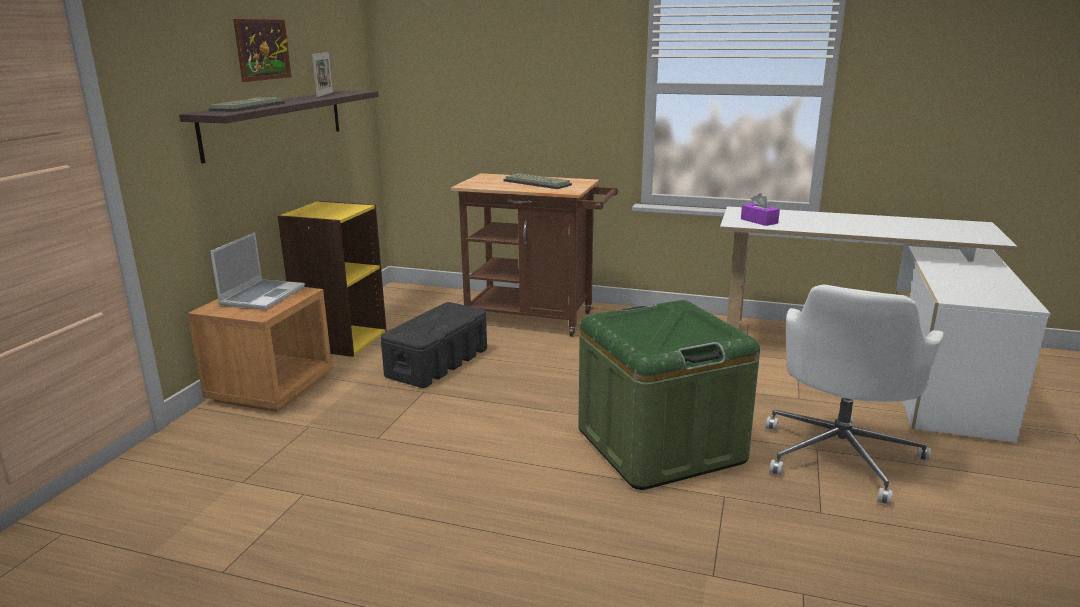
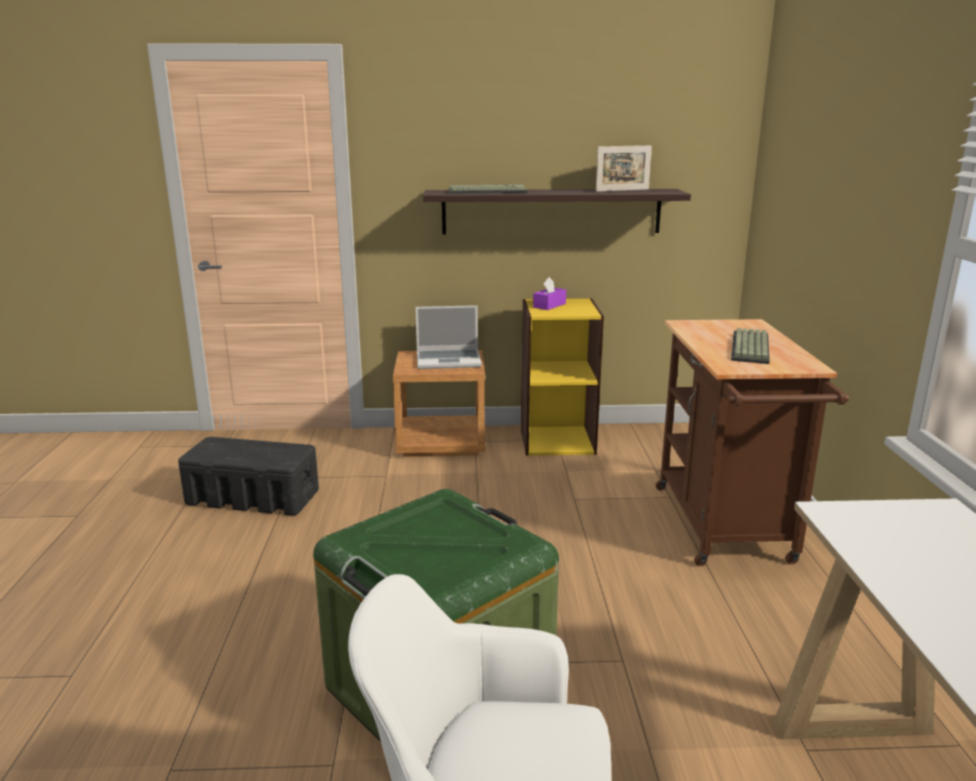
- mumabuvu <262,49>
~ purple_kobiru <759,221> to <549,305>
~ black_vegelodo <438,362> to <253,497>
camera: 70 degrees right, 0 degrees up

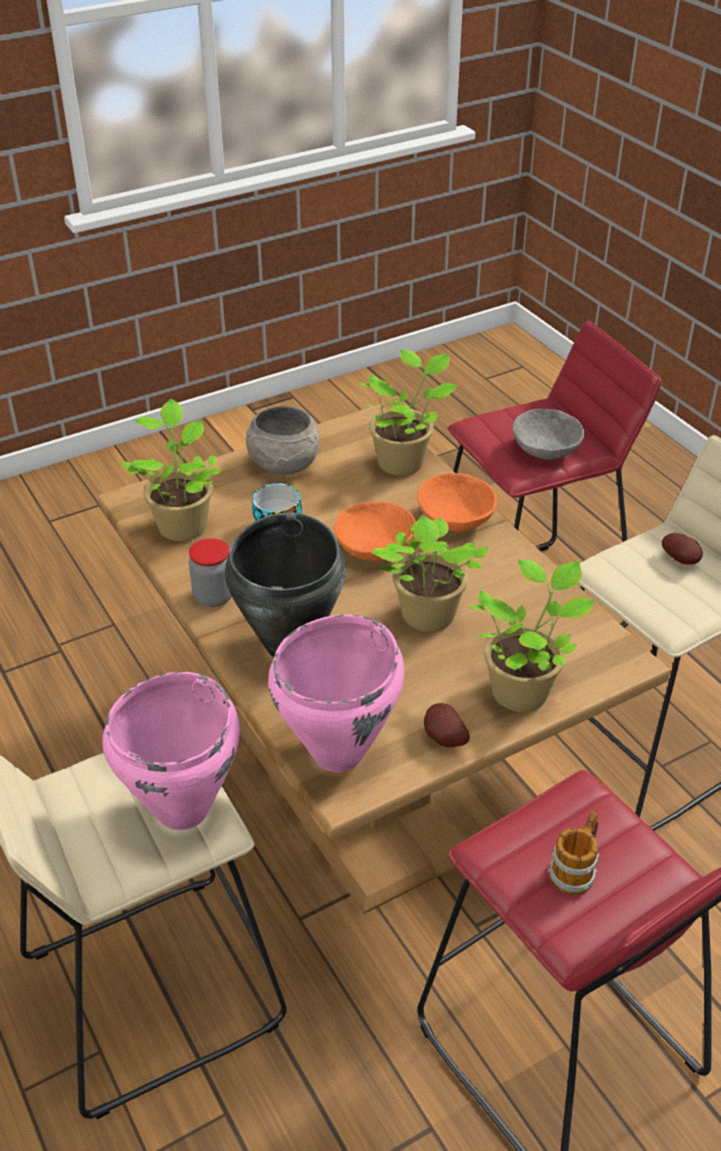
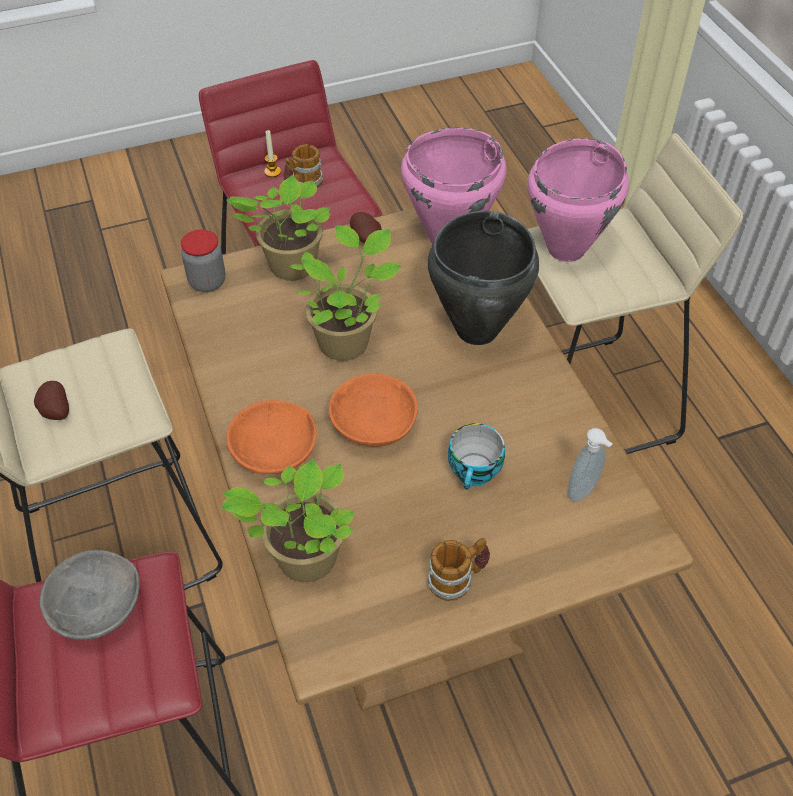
~ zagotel <182,524> to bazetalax <584,492>
~ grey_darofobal <283,464> to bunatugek <458,579>
~ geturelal <214,596> to <207,282>
+ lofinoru <272,172>
camera: 170 degrees left, 10 degrees up

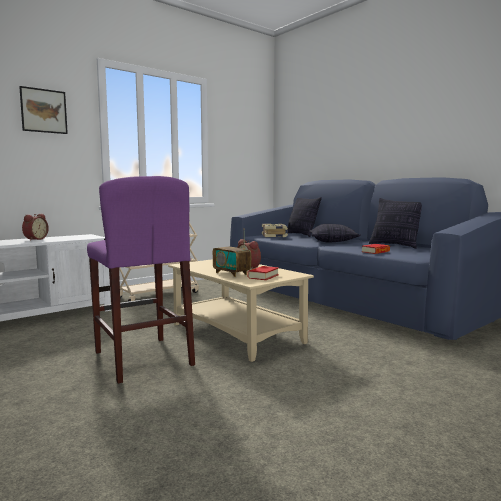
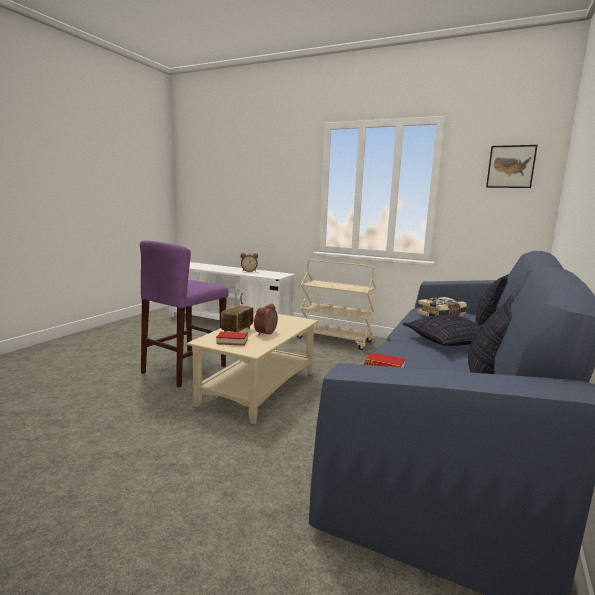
~ mumabuvu <44,111> to <511,166>
camera: 65 degrees right, 5 degrees up

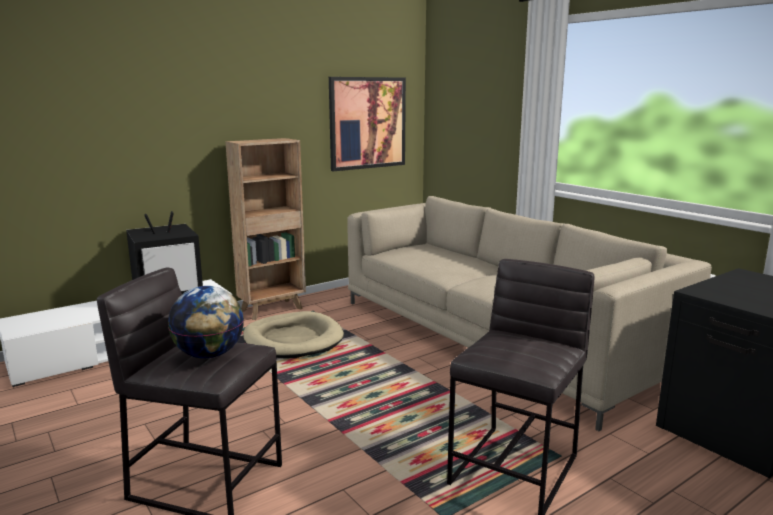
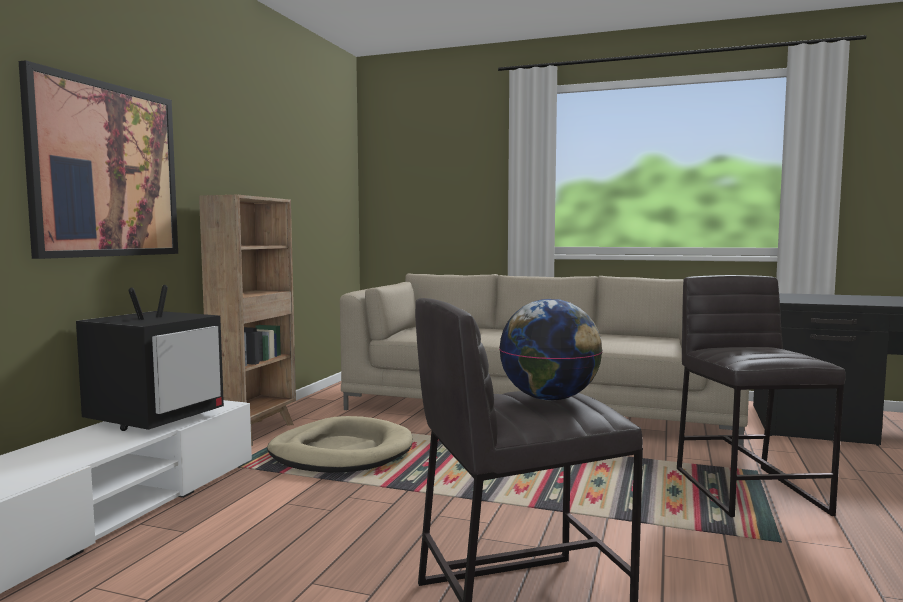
~ mumabuvu <367,123> to <106,170>
camera: 35 degrees left, 10 degrees down

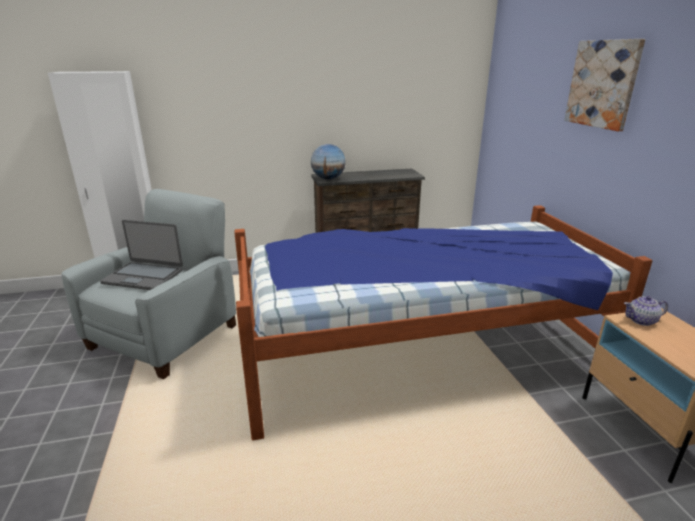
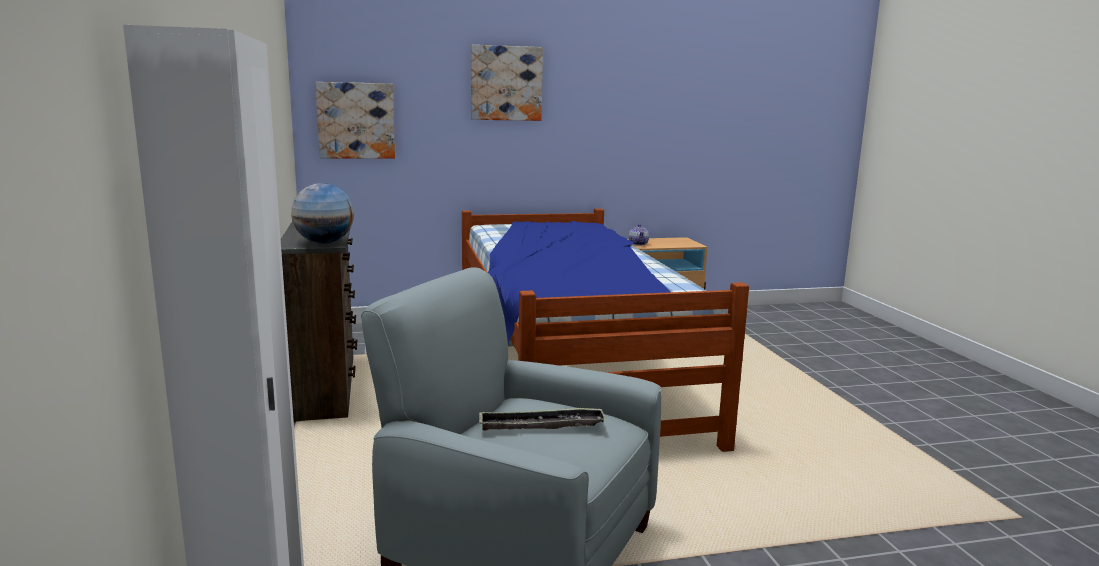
~ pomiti <144,276> to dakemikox <541,425>
+ mumabuvu <356,120>
camera: 90 degrees left, 10 degrees down

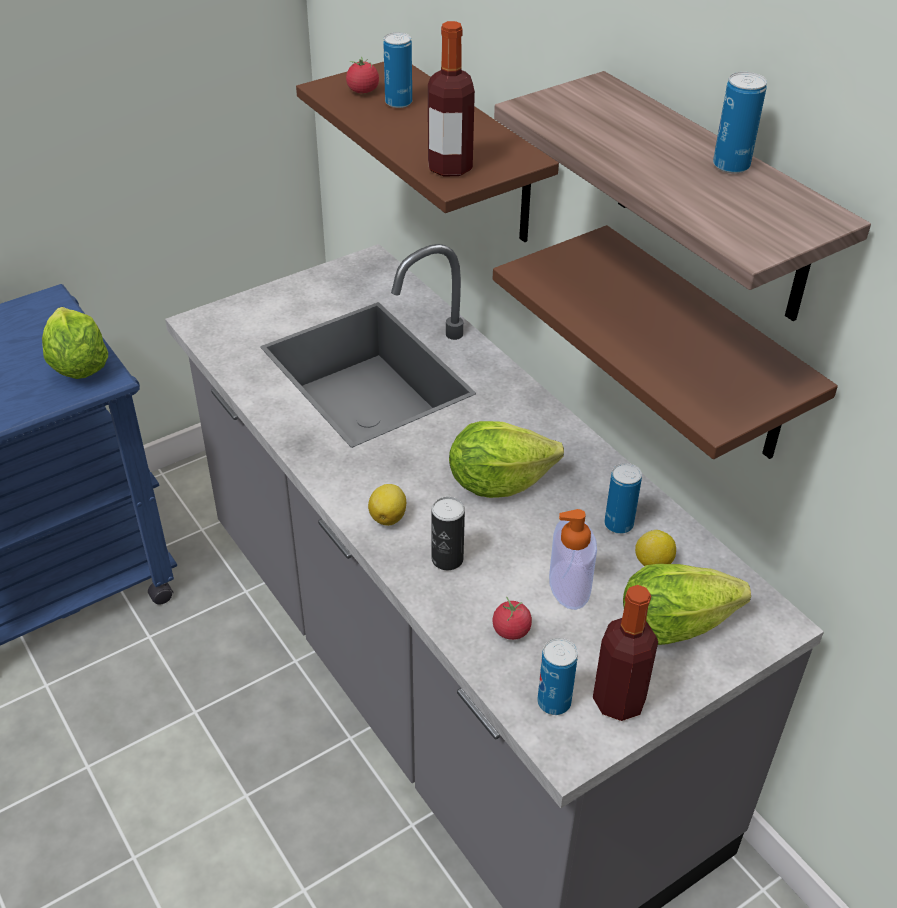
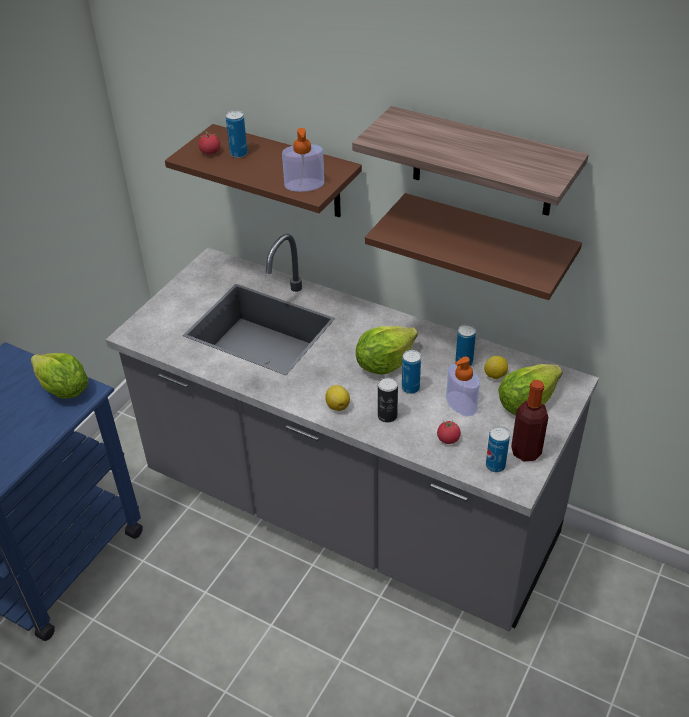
~ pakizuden <450,167> to bazetalax <304,185>
~ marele <731,166> to <410,388>
camera: 25 degrees left, 0 degrees up

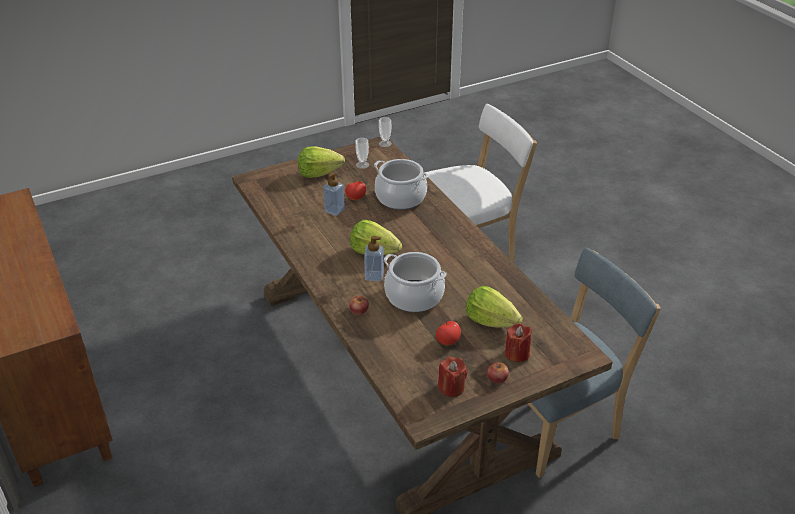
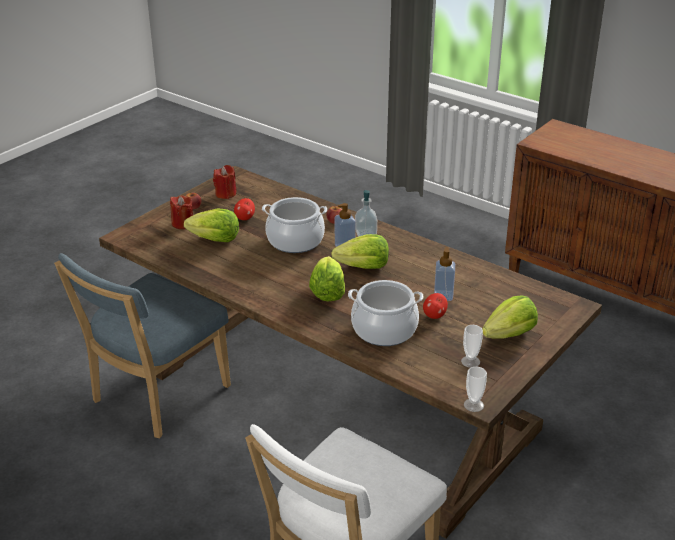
+ bazetalax <365,233>
+ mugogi <327,292>
camera: 155 degrees right, 5 degrees down

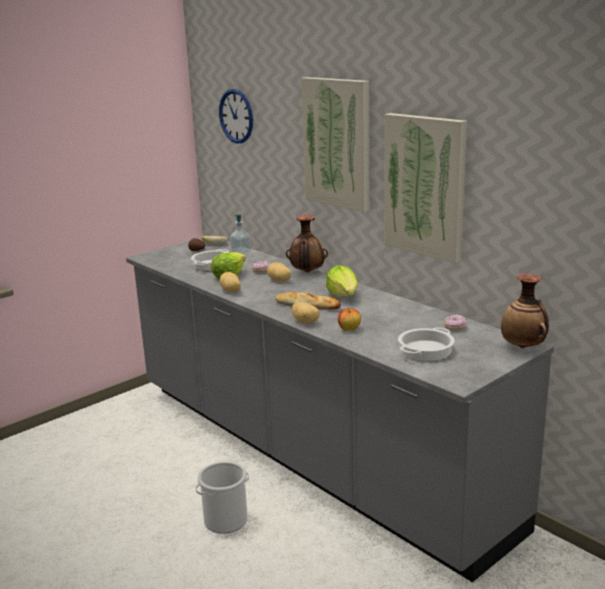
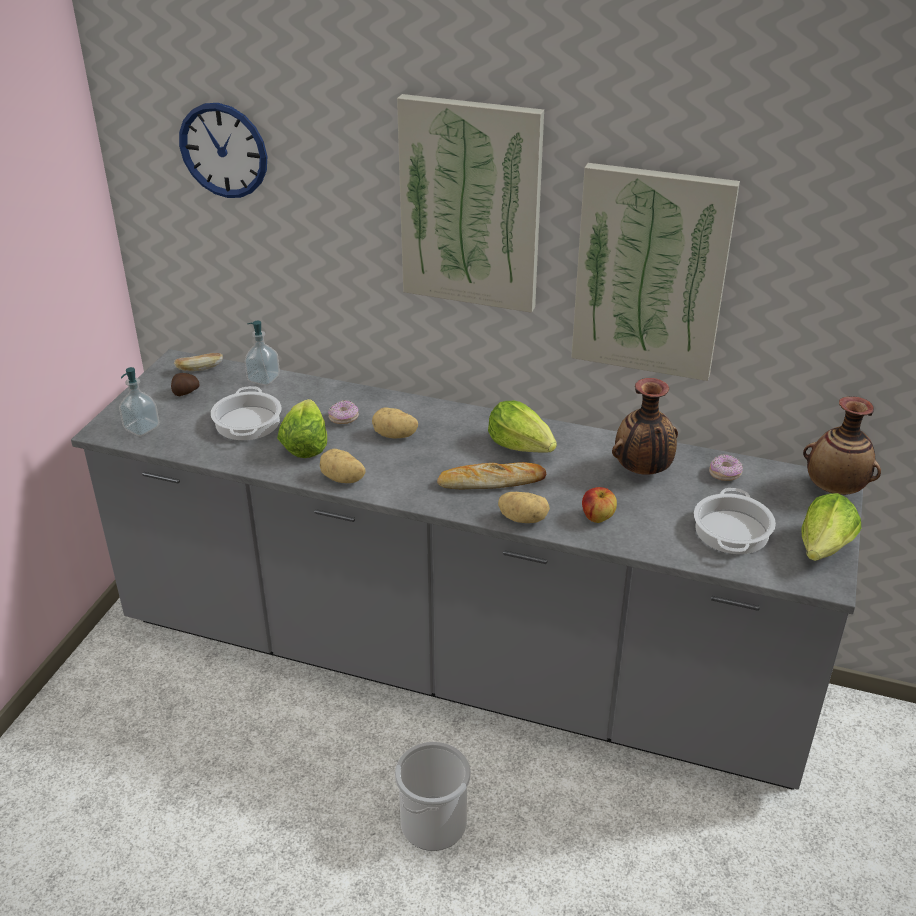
~ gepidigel <307,272> to <642,470>
+ bazetalax <142,428>
+ mugogi <824,547>
camera: 30 degrees left, 15 degrees up

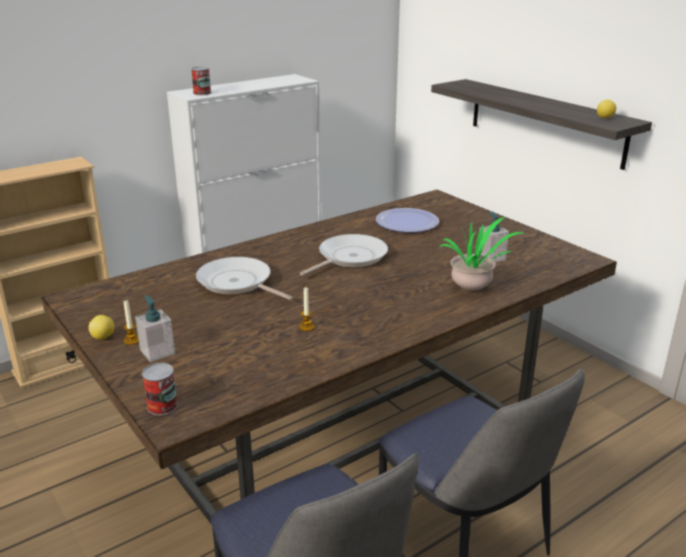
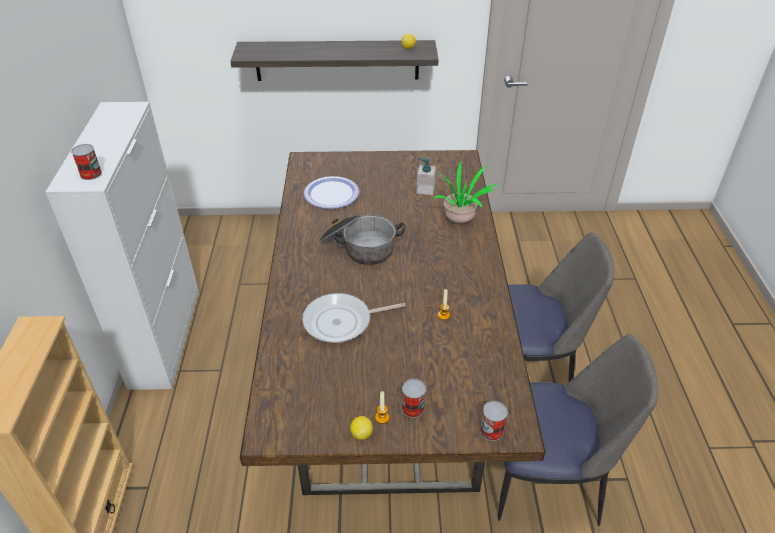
~ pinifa <349,257> to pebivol <359,248>
~ bazetalax <157,352> to marele <413,408>
camera: 55 degrees left, 15 degrees up

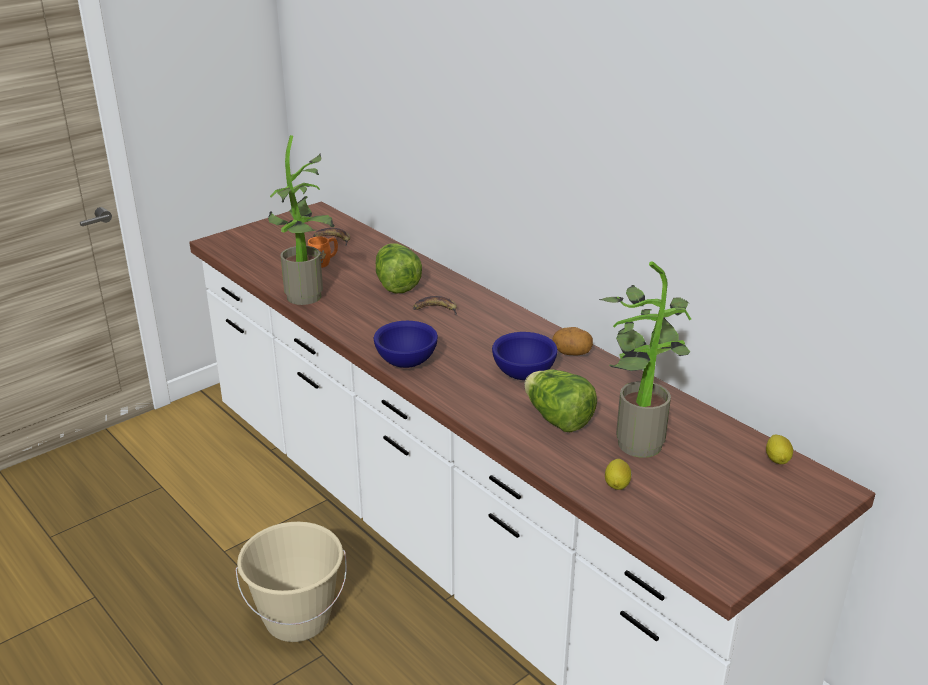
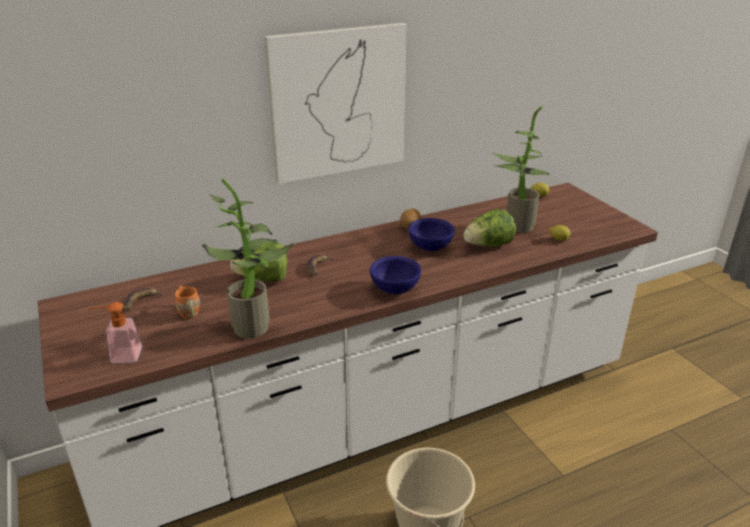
+ mumabuvu <338,102>
+ bazetalax <120,356>
camera: 75 degrees left, 0 degrees up

